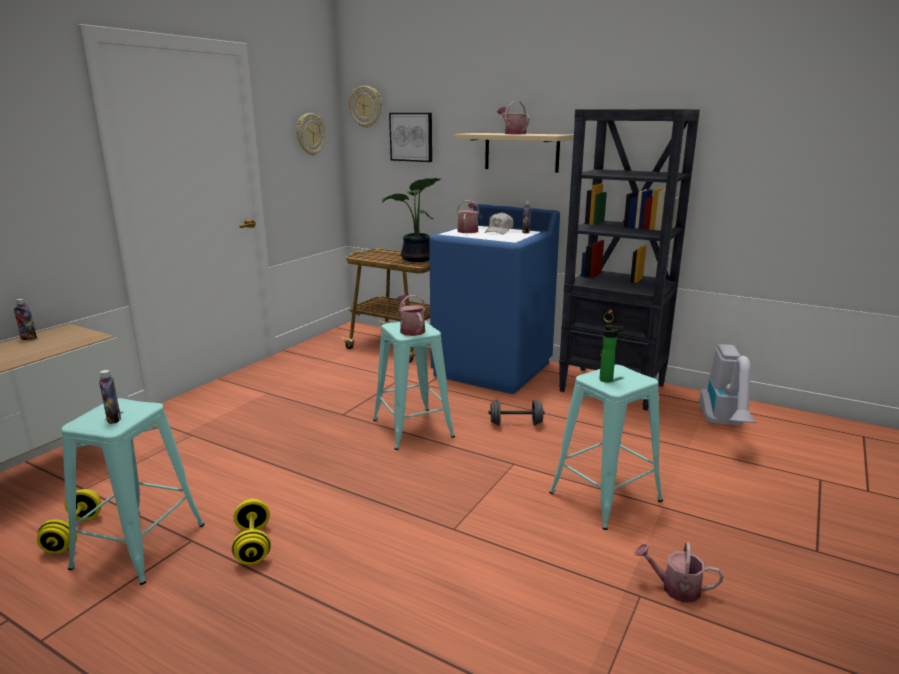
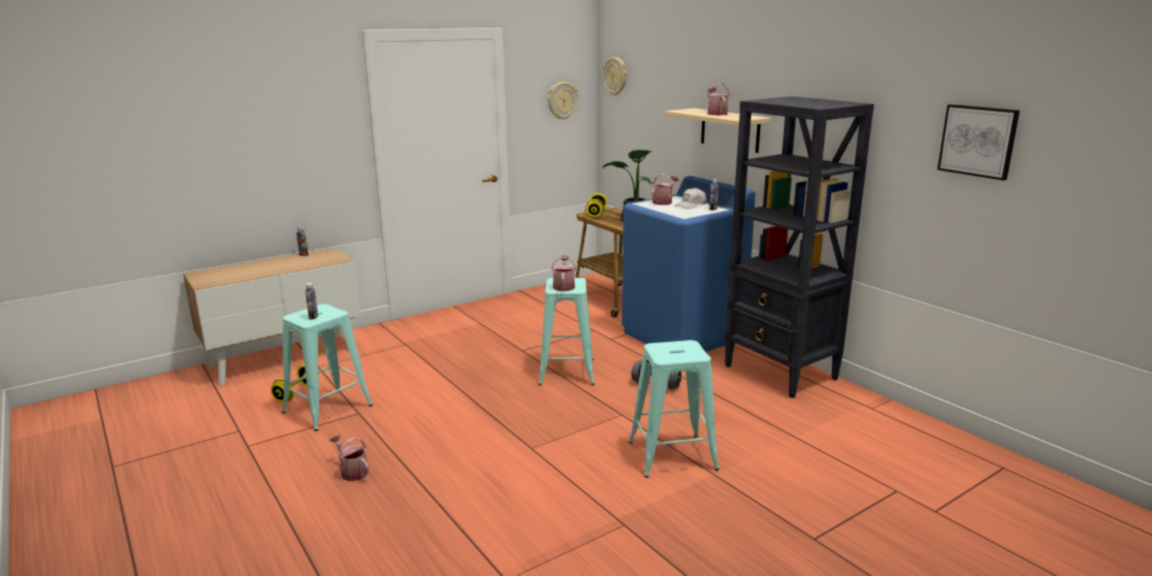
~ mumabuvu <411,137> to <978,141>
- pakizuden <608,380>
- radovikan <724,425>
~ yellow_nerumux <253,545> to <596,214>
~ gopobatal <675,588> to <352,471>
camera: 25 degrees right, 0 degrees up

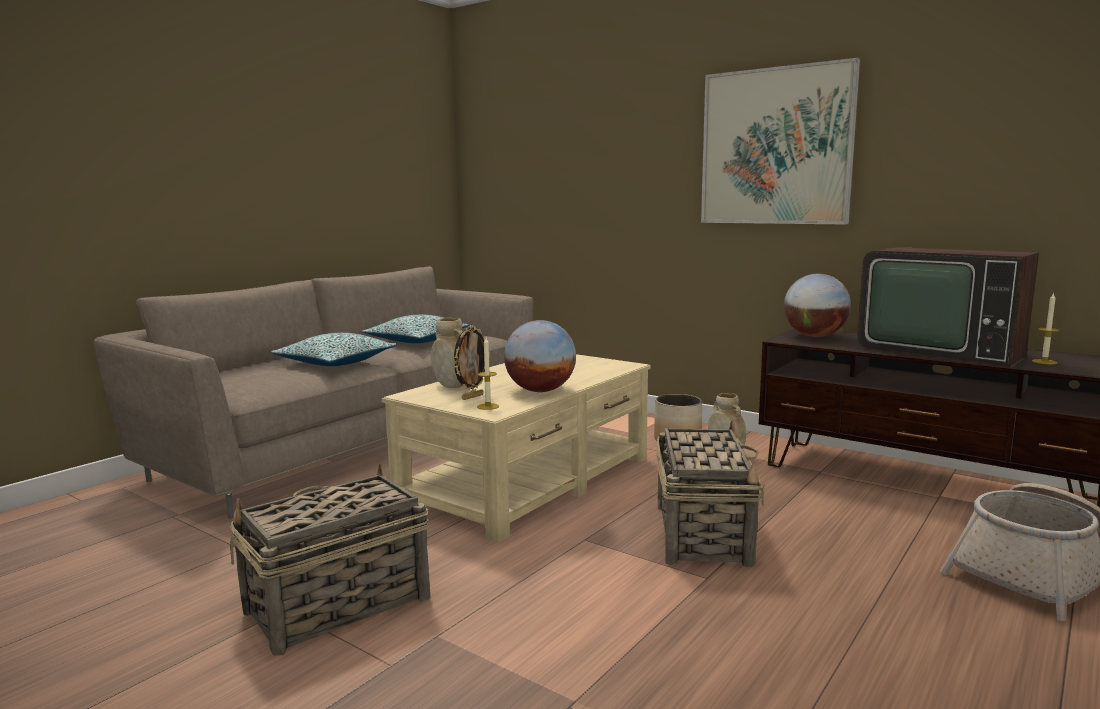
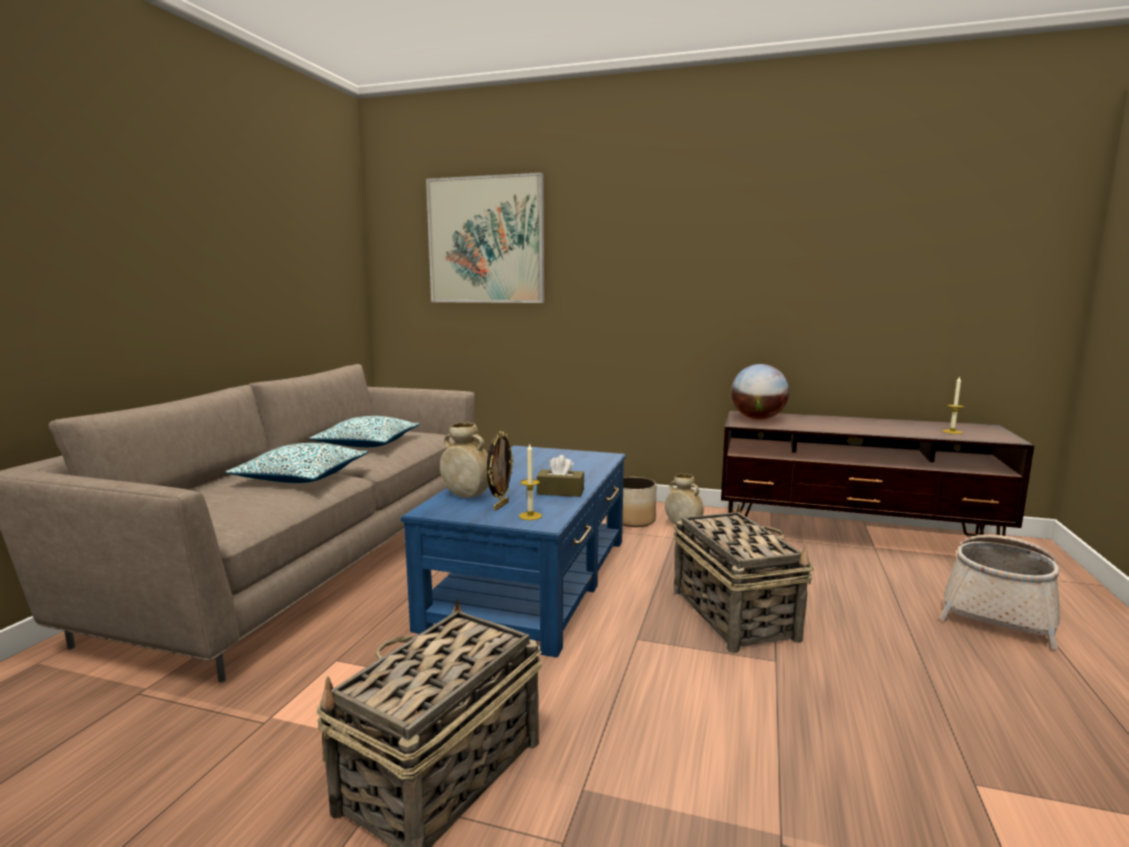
~ mumabuvu <775,147> to <486,240>
- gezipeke <939,350>
~ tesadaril <540,391> to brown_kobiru <560,492>
~ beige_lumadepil <530,480> to blue_lumadepil <533,580>
camera: 20 degrees left, 0 degrees up

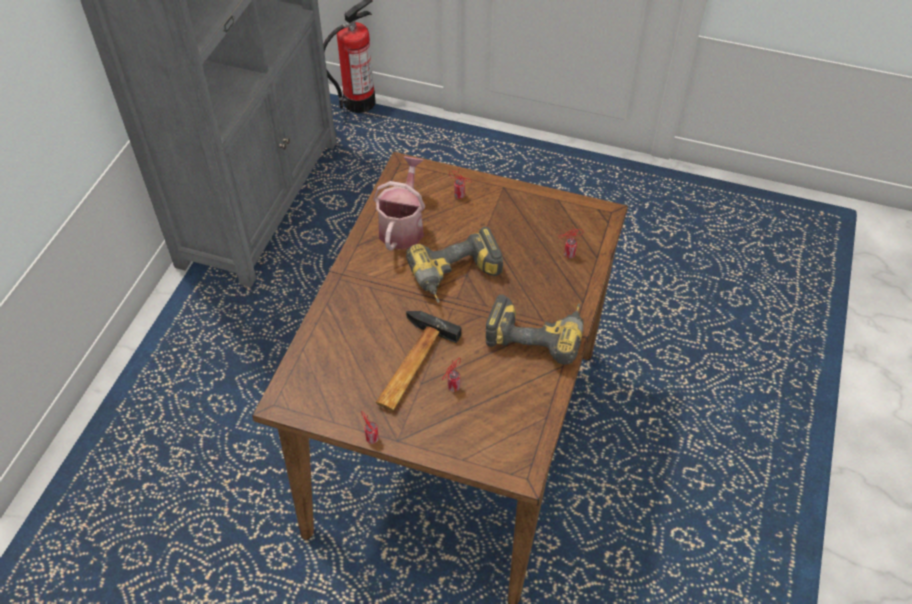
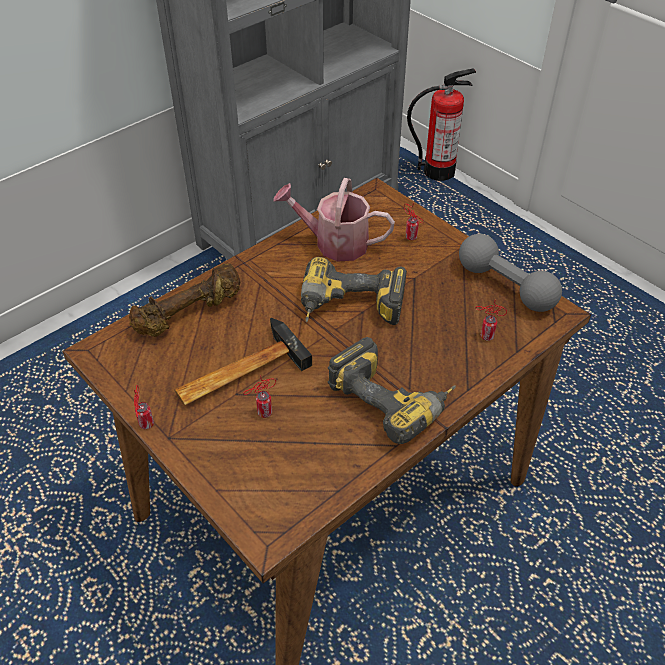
~ gopobatal <403,226> = <334,243> 120 degrees counterclockwise
+ grey_nerumux <505,286>
+ brown_nerumux <189,314>
camera: 30 degrees right, 5 degrees down

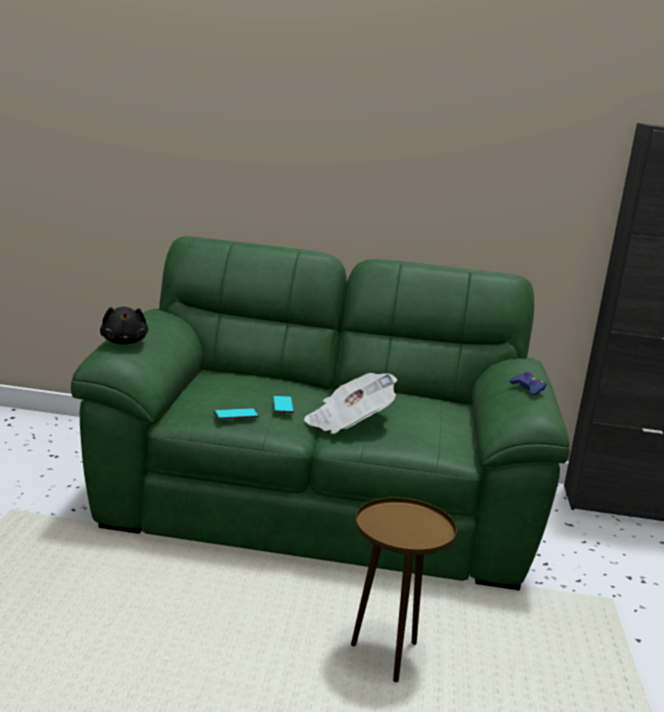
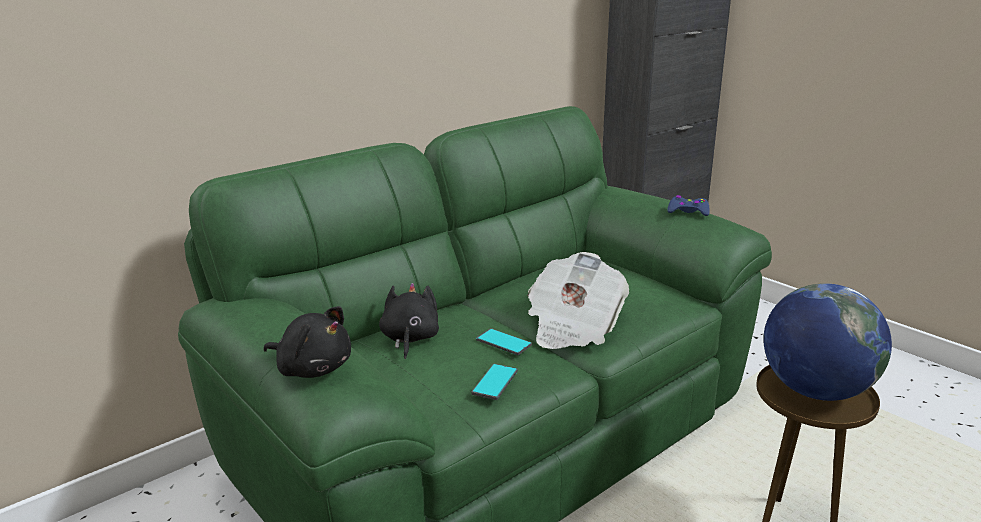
+ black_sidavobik <410,339>
+ tesadaril <815,390>
camera: 45 degrees left, 5 degrees up

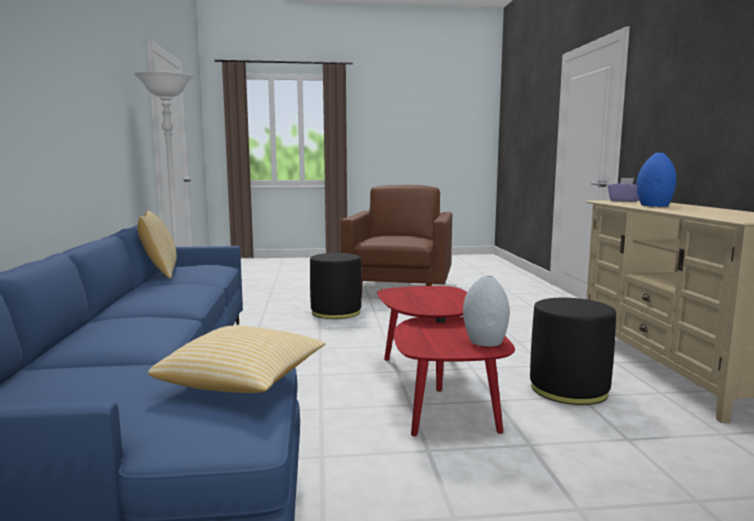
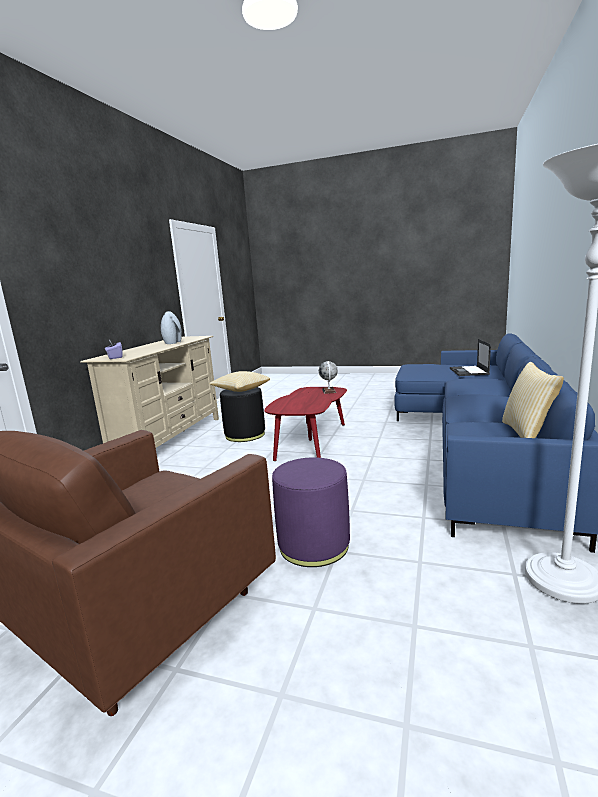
- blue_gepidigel <654,206>
~ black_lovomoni <336,312> to purple_lovomoni <314,545>
~ grey_gepidigel <485,342> to <173,343>
~ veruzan <243,382> to <240,389>
+ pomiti <469,371>
+ tesadaril <329,391>
camera: 155 degrees left, 5 degrees up

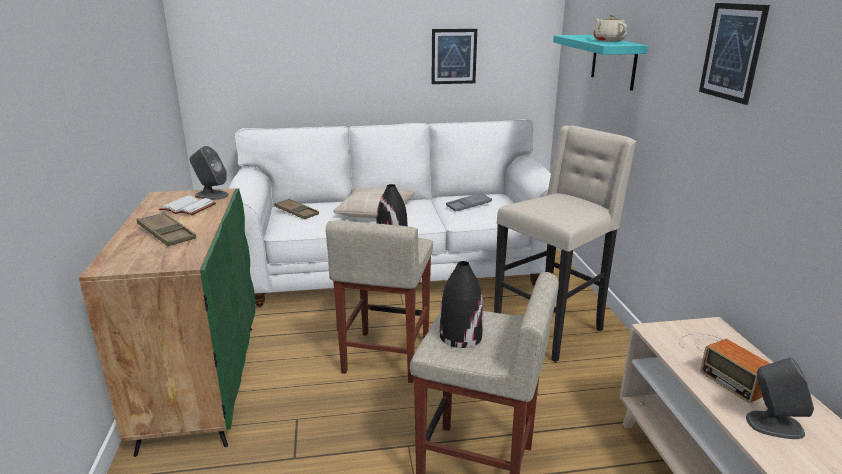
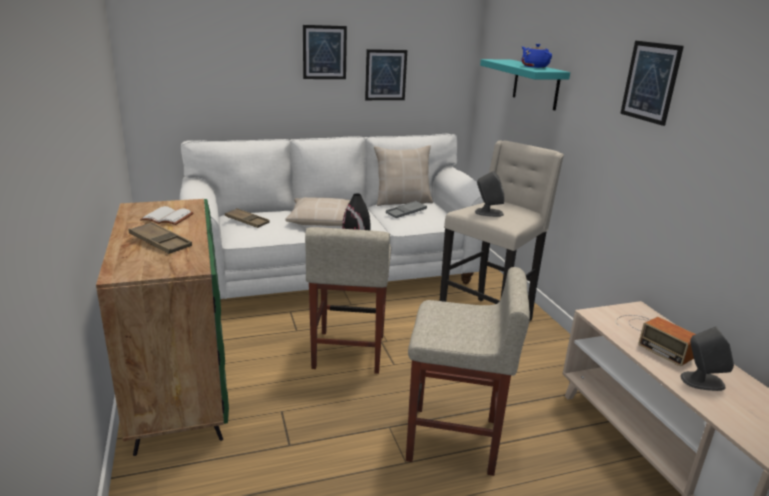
~ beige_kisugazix <608,41> to blue_kisugazix <534,66>
~ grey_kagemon <211,195> to <488,213>
- black_gepidigel <460,336>
+ mumabuvu <324,52>
+ beige_veruzan <402,201>
camera: 10 degrees left, 0 degrees up

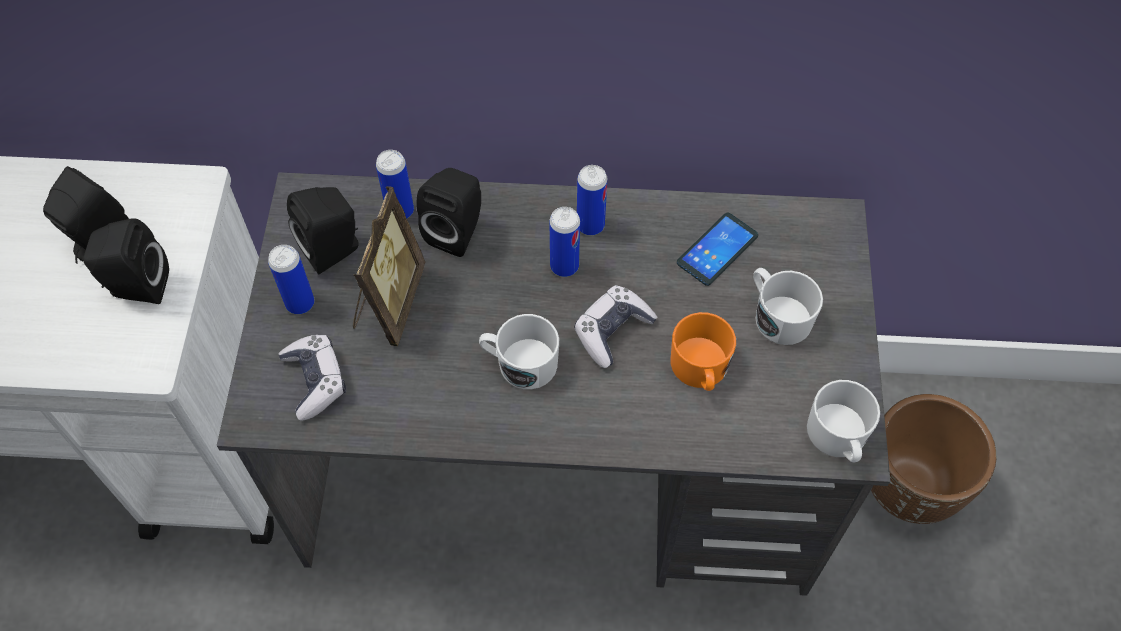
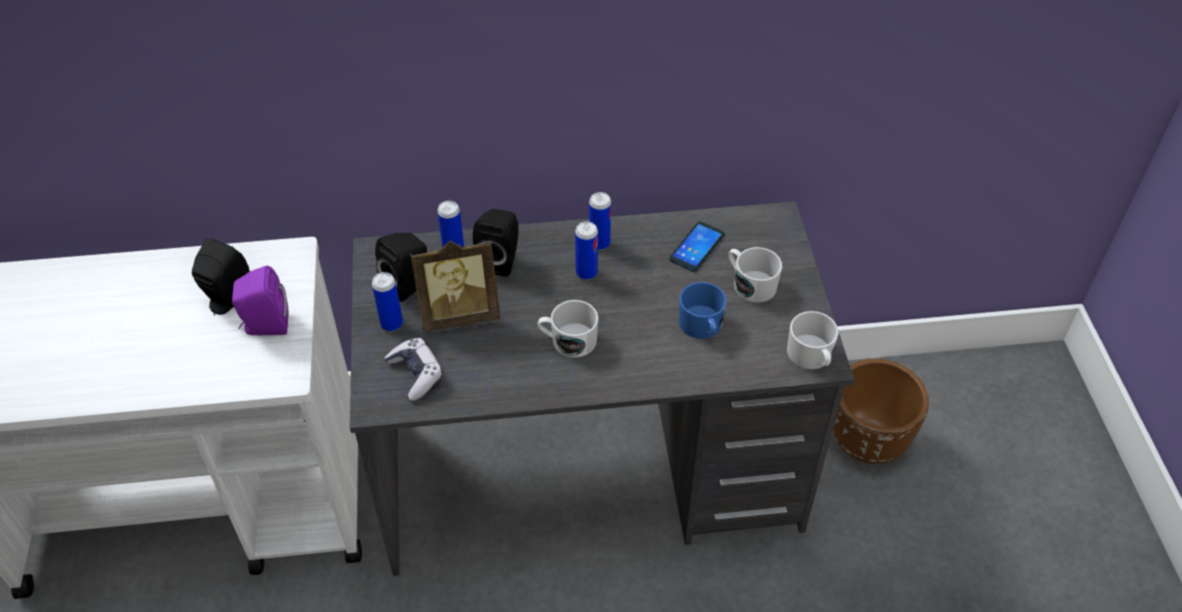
~ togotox <388,302> = <459,314> 75 degrees clockwise
~ black_kagemon <136,287> to purple_kagemon <265,326>
- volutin <612,331>
~ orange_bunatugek <700,370> to blue_bunatugek <702,327>
camera: 10 degrees left, 10 degrees down

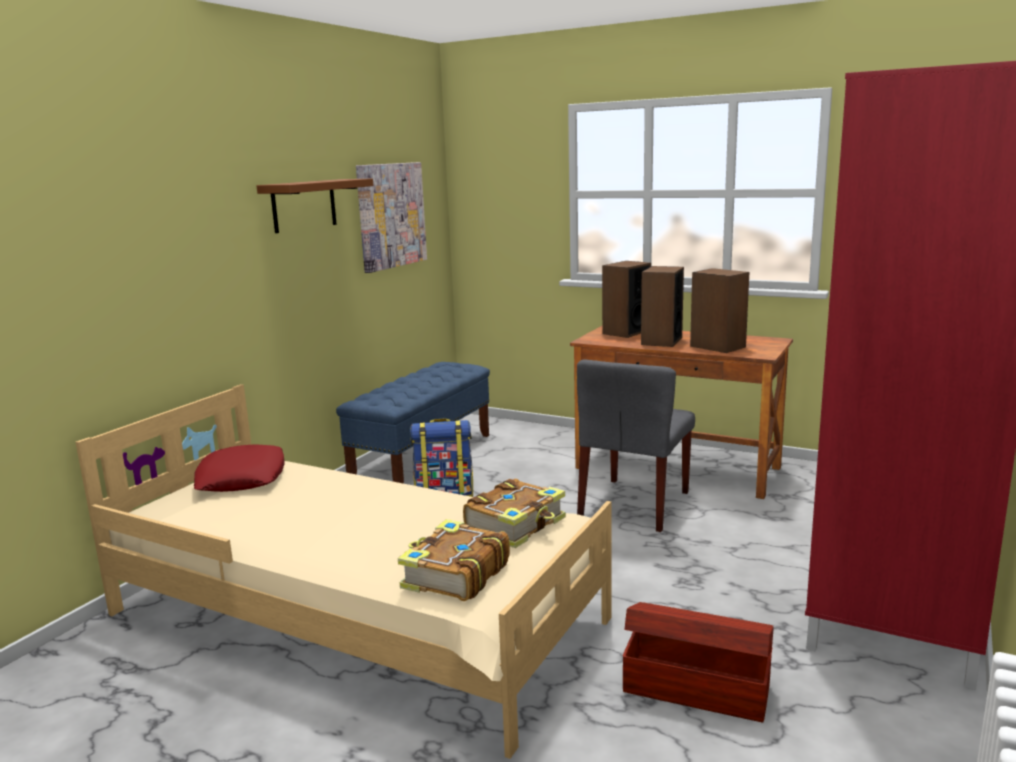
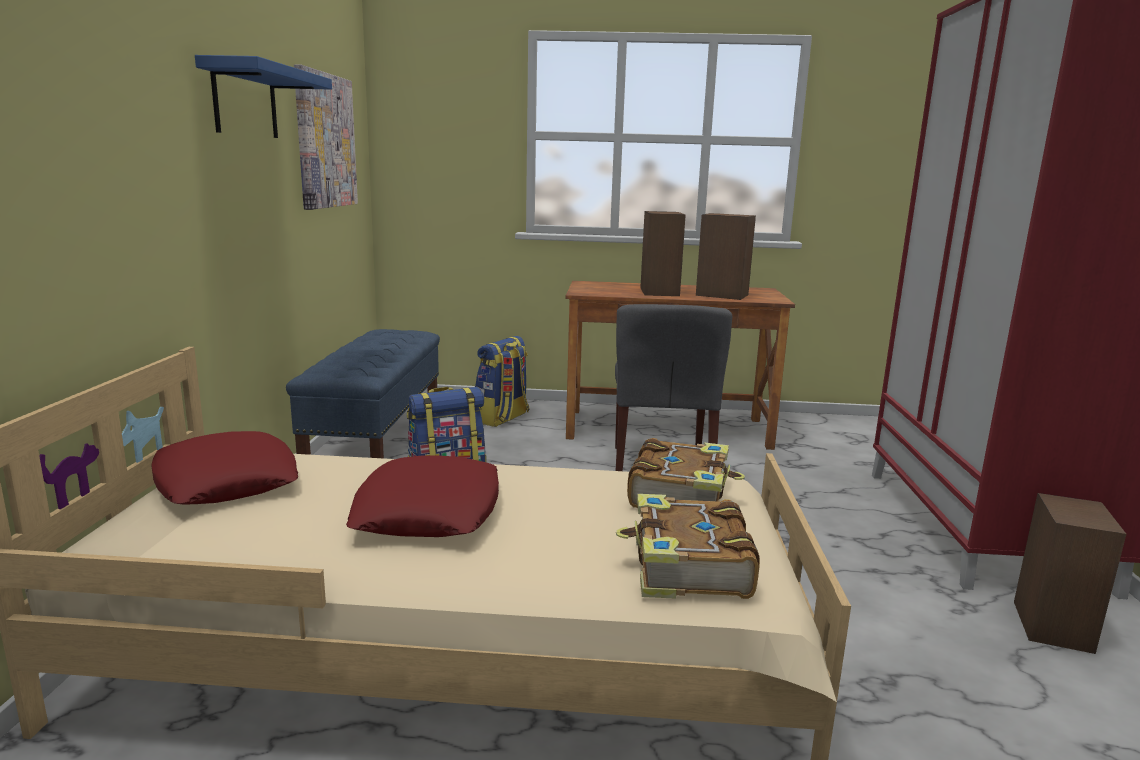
~ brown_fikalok <304,205> to blue_fikalok <245,101>
~ kagemon <626,332> to <1051,626>
- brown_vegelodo <695,686>
+ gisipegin <502,418>
+ red_veruzan <428,510>
camera: 25 degrees left, 0 degrees up

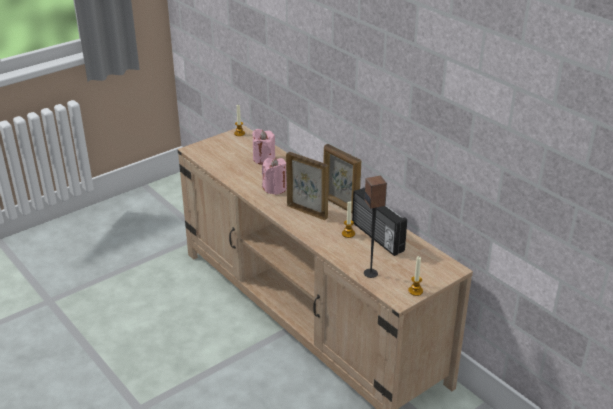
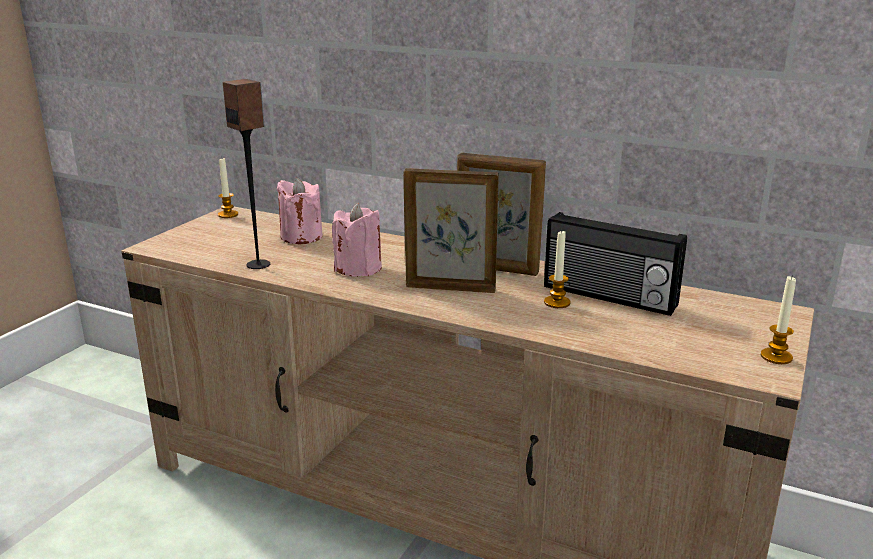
~ kagemon <371,273> to <259,264>
camera: 25 degrees left, 10 degrees down

